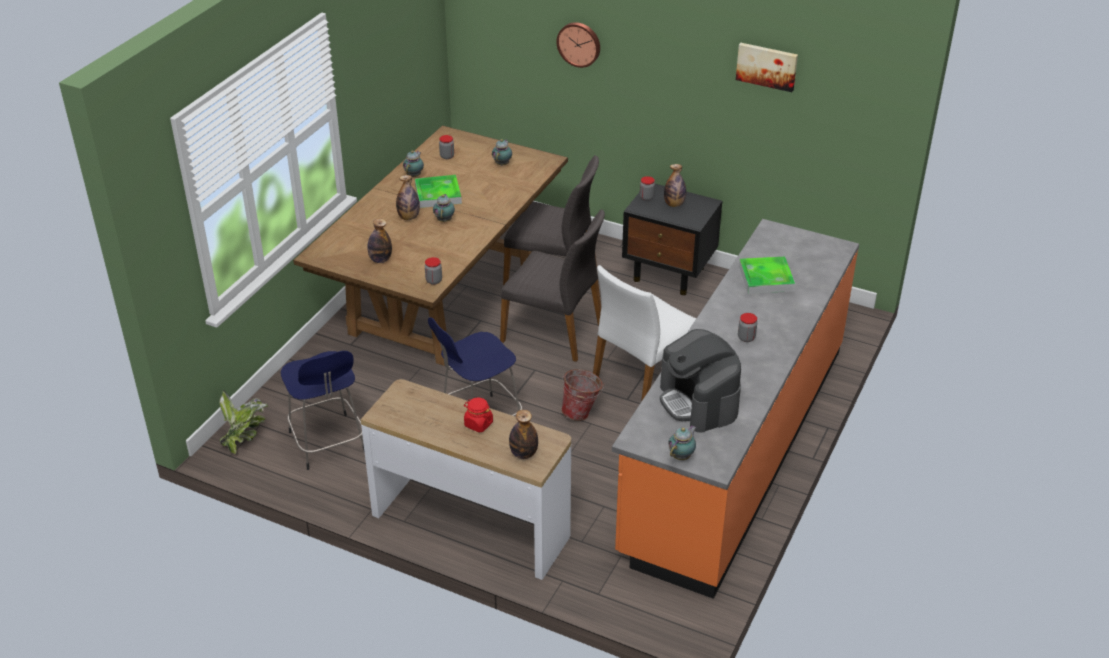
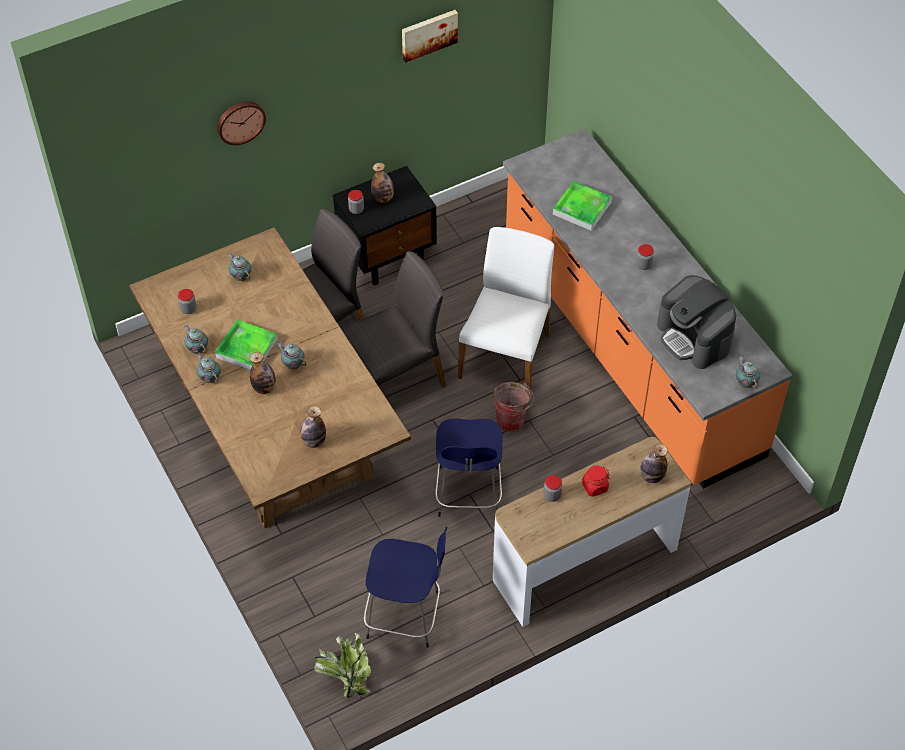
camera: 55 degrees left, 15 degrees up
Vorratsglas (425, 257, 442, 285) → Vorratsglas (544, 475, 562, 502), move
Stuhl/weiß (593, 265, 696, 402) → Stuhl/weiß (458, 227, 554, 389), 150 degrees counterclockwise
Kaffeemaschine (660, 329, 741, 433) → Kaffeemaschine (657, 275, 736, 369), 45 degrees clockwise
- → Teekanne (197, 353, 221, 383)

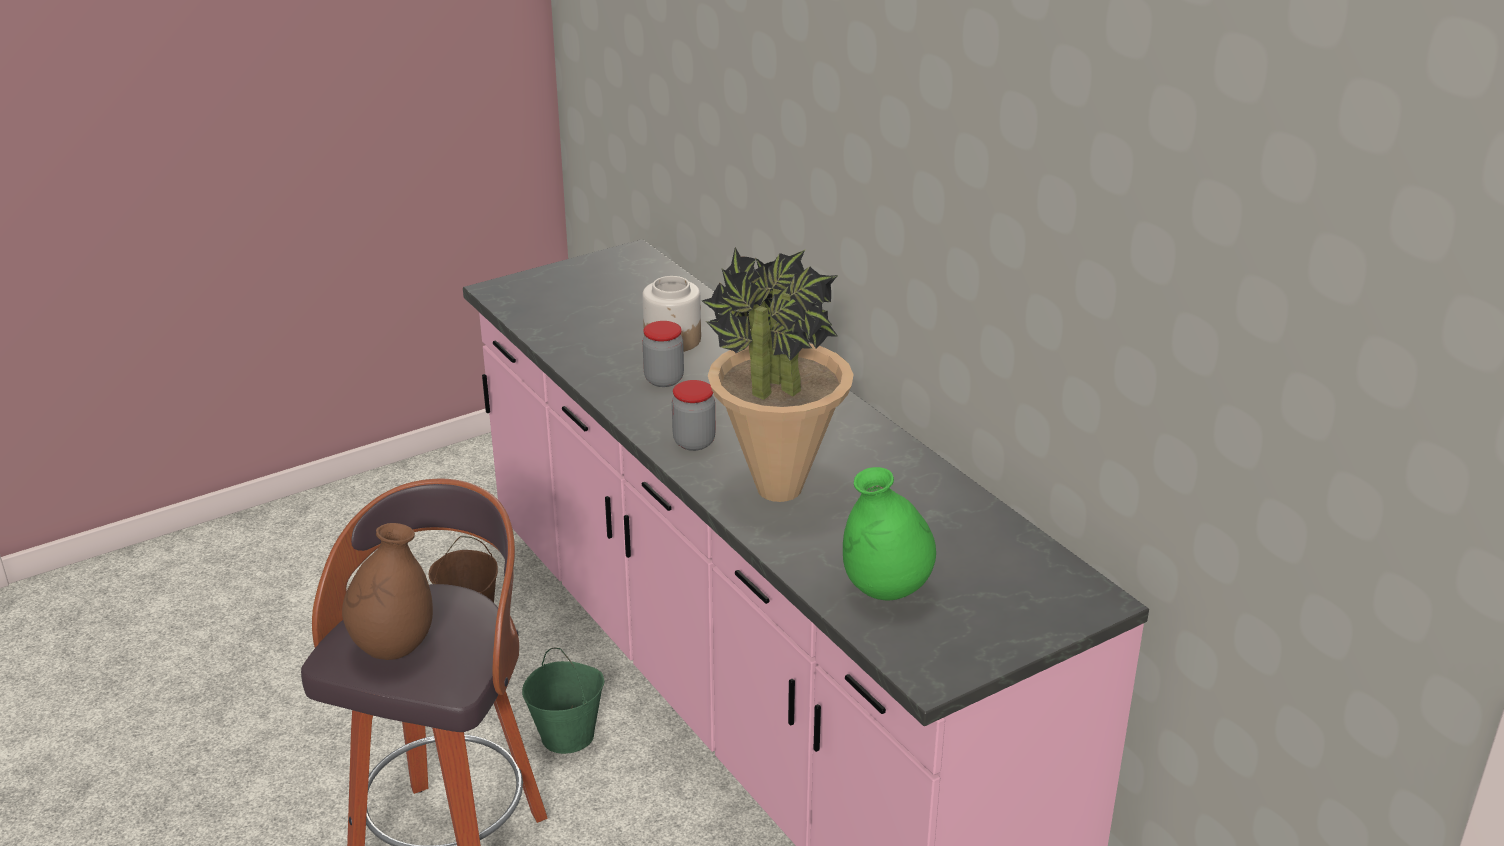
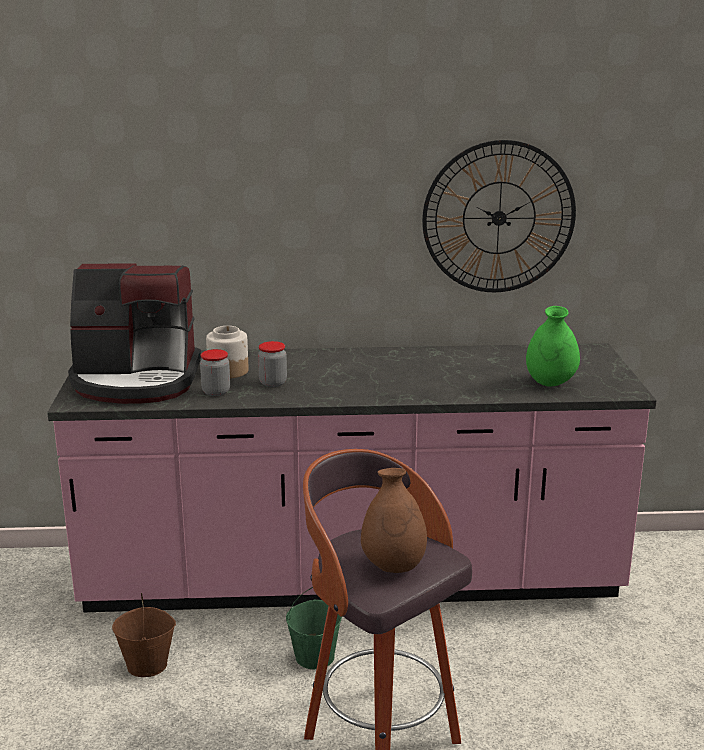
camera: 60 degrees left, 10 degrees down
Topfpflanze (702, 247, 854, 502) → -
Vorratsglas (672, 380, 716, 451) → Vorratsglas (200, 349, 230, 396), move
- → Wanduhr (422, 140, 576, 292)
- → Kaffeemaschine (68, 264, 201, 404)

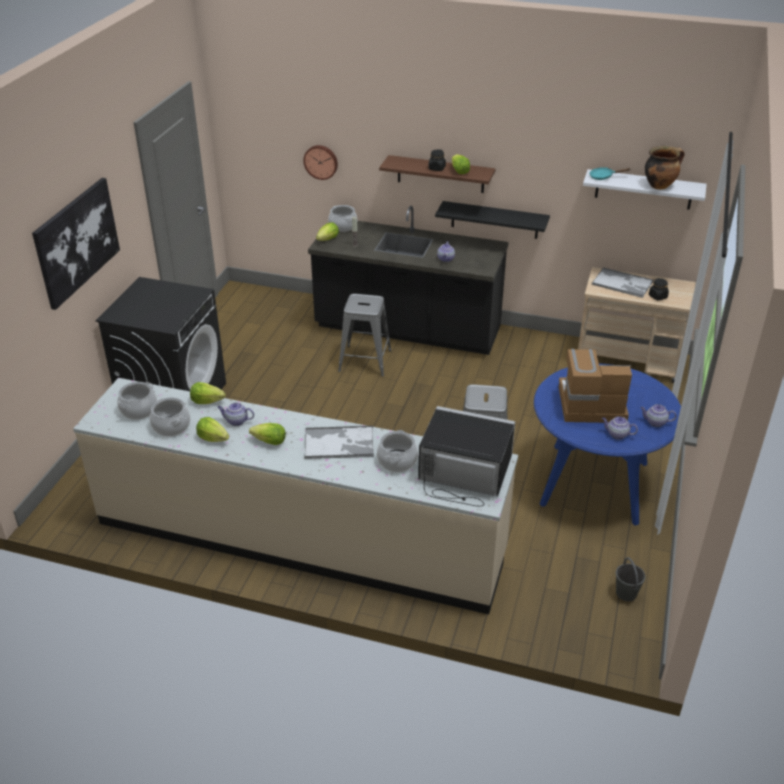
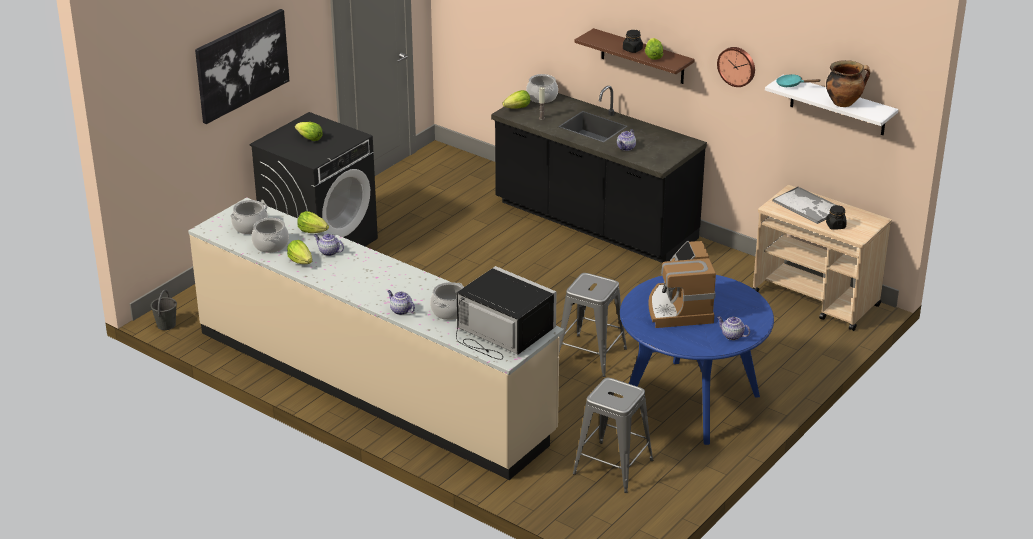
camera: 20 degrees right, 5 degrees down
Wanduhr (303, 145, 338, 180) → Wanduhr (717, 47, 755, 87), move
Wandregal/schwarz (435, 201, 550, 239) → -
Hocker/grau (338, 294, 391, 377) → Hocker/grau (573, 378, 653, 493), move
Kaffeemaschine (559, 349, 632, 423) → Kaffeemaschine (648, 241, 716, 328), 120 degrees counterclockwise
Teekanne (602, 416, 638, 439) → Teekanne (388, 290, 415, 315), move
Salatkopf (249, 423, 286, 445) → Salatkopf (295, 122, 323, 141), move
Tablett (304, 426, 374, 459) → -
Eimer/grau (616, 557, 646, 601) → Eimer/grau (151, 290, 177, 330), move

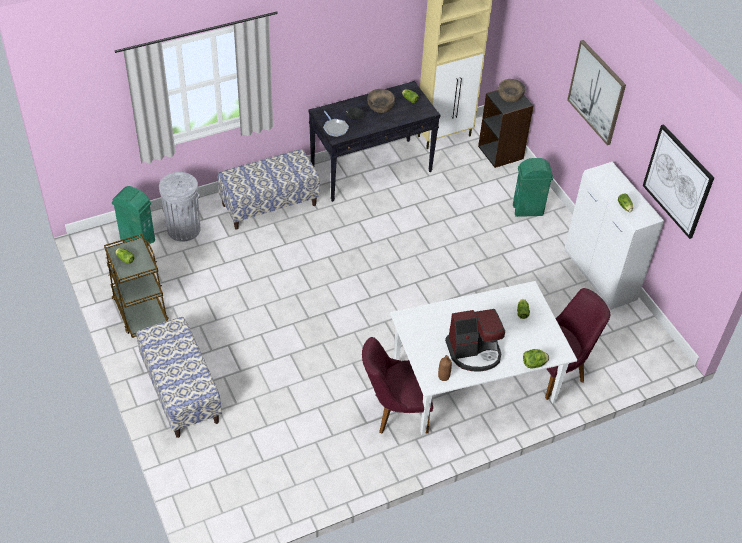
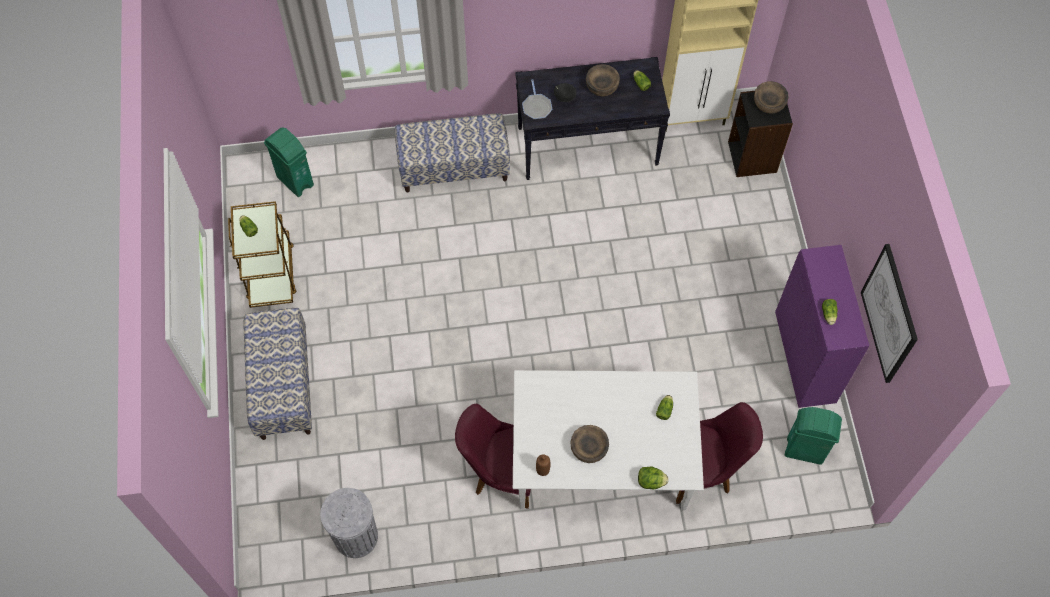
camera: 20 degrees right, 15 degrees up
Bild (567, 40, 626, 145) → -
Mülleimer/grün (513, 158, 553, 217) → Mülleimer/grün (785, 407, 842, 465), move
Schrank/weiß (565, 162, 664, 309) → Schrank/lila (775, 245, 869, 408)
Mülleimer/grau (159, 172, 201, 242) → Mülleimer/grau (320, 488, 378, 558), move
Kaffeemaschine (445, 309, 505, 372) → Schüssel/braun (570, 425, 609, 463)

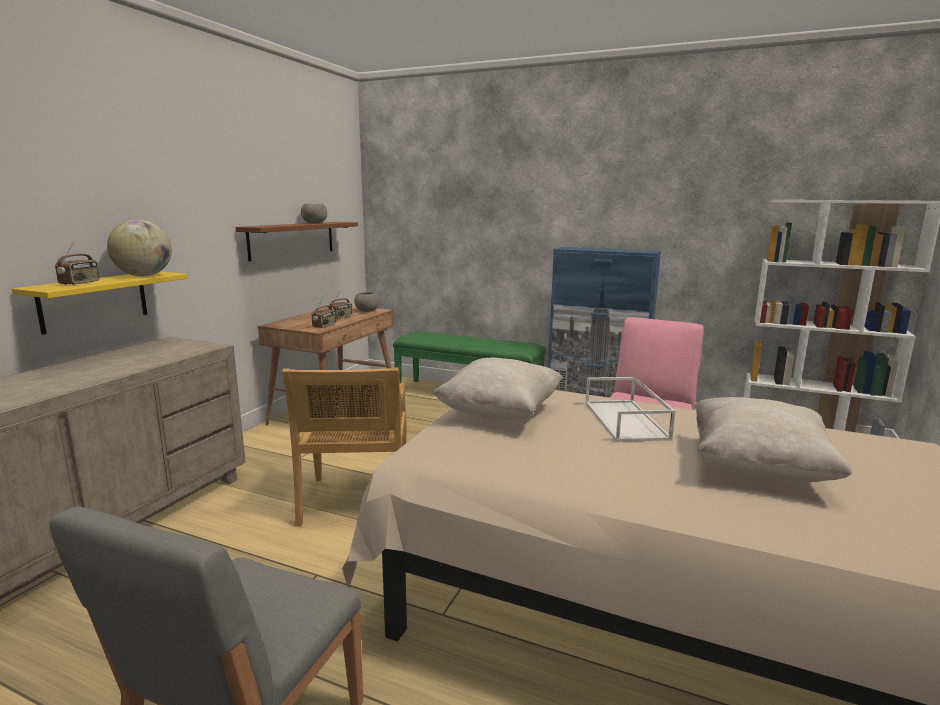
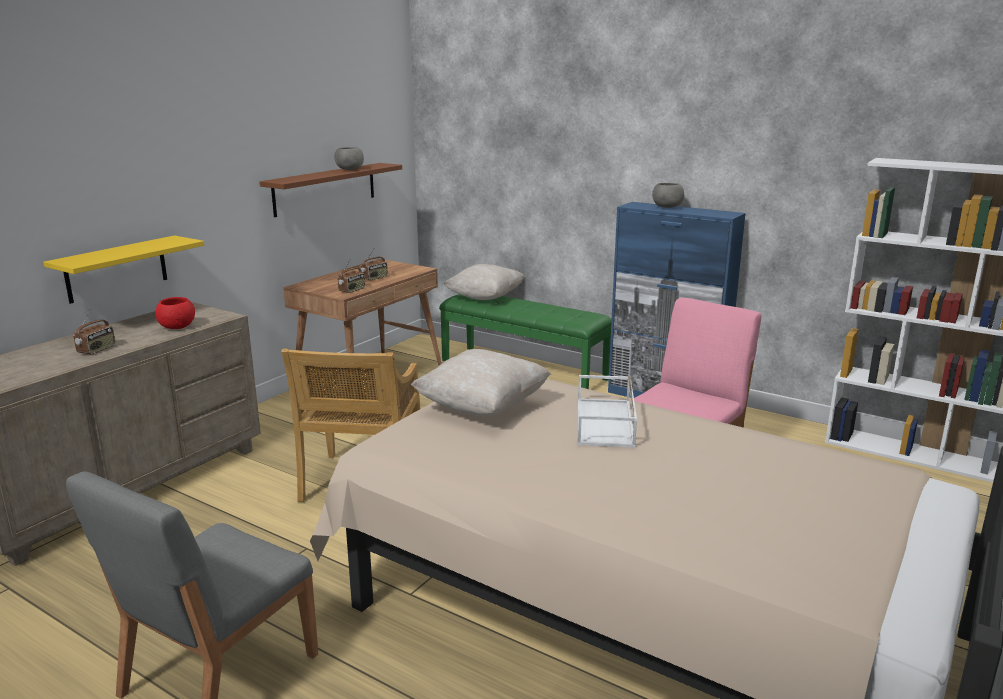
camera: 10 degrees right, 5 degrees up
Globus (107, 219, 172, 276) → -
Radio (55, 242, 100, 285) → Radio (73, 309, 115, 355), move
Schüssel/grau (354, 292, 379, 312) → Schüssel/grau (652, 183, 684, 208), move
Kissen/beige (695, 397, 852, 482) → Kissen/beige (444, 264, 526, 300), move
- → Schüssel/rot (155, 297, 195, 329)

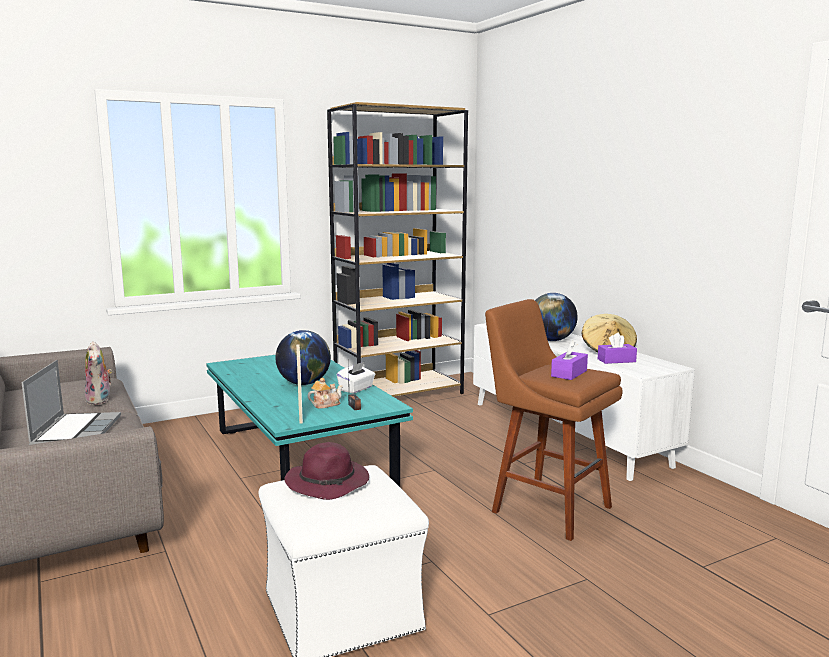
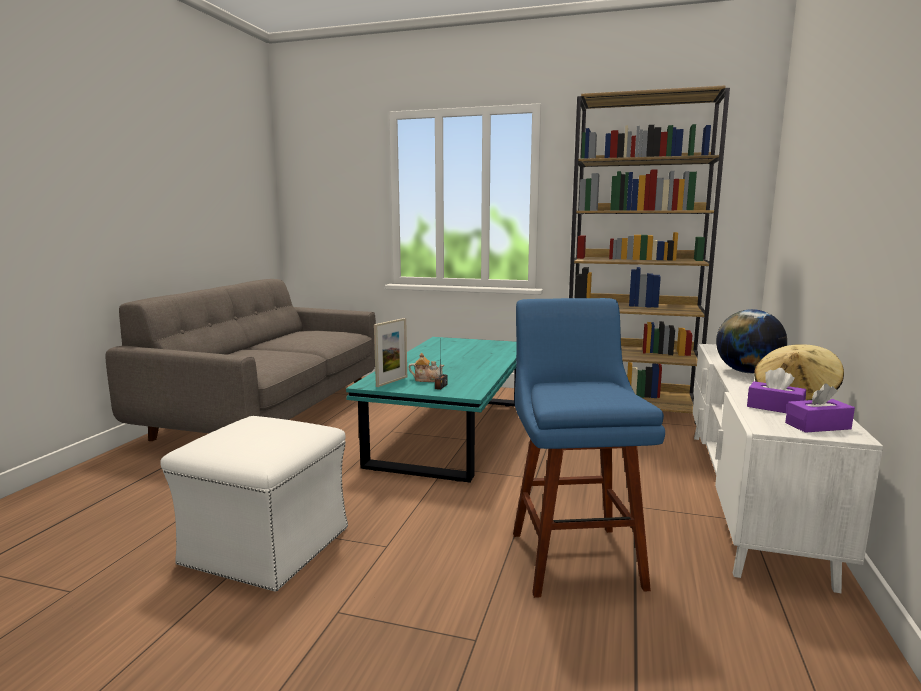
camera: 45 degrees right, 0 degrees up
Hocker/braun (485, 299, 623, 541) → Hocker/blau (513, 298, 665, 598)
Globus (275, 330, 331, 385) → -
Taschentuchbox/lila (551, 340, 588, 380) → Taschentuchbox/lila (785, 383, 855, 433), move
Plüschtier (85, 341, 112, 405) → -
Laptop (21, 360, 121, 445) → -
Taschentuchbox/weiß (337, 362, 375, 394) → -
Hut/lila (284, 442, 369, 500) → -

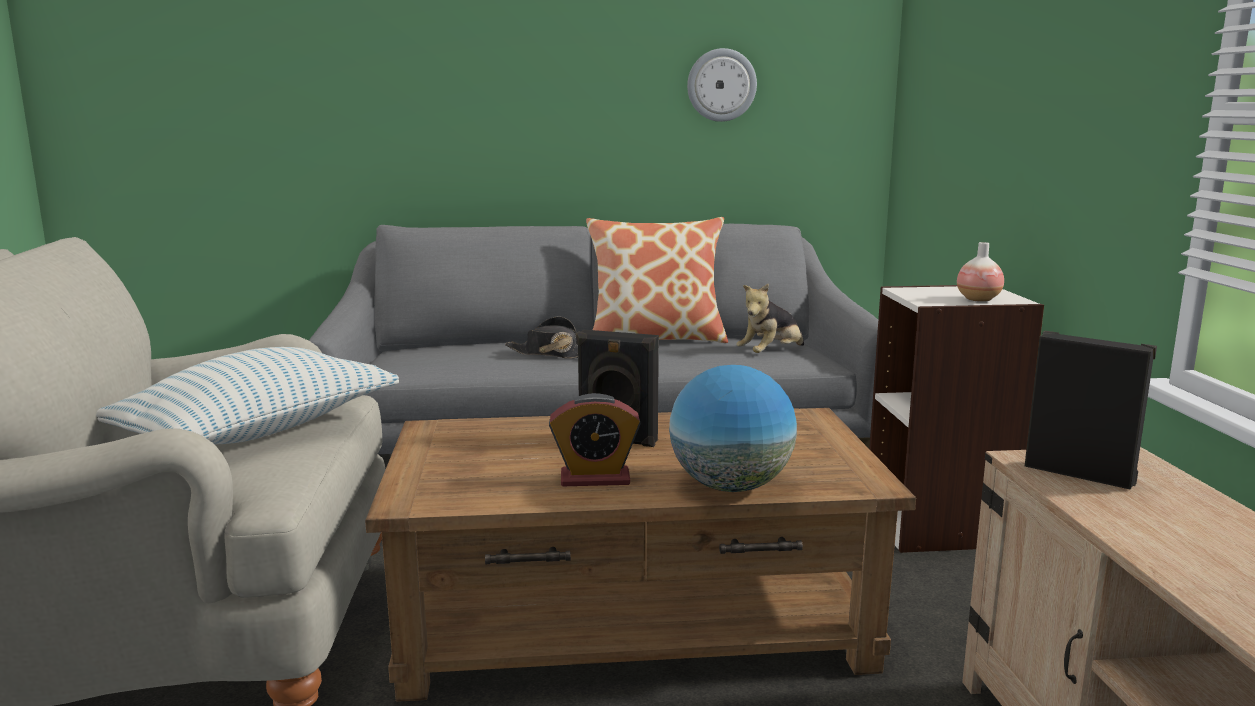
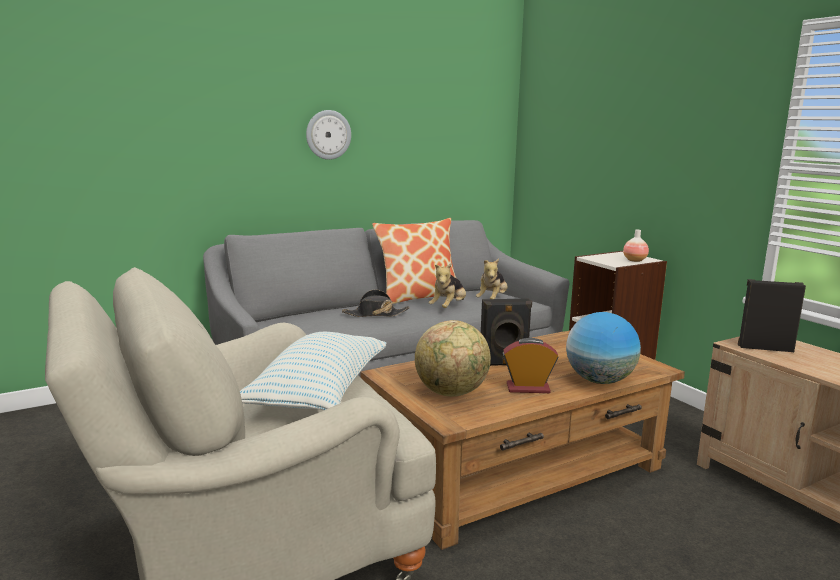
camera: 25 degrees left, 0 degrees up
Wanduhr (687, 48, 757, 122) → Wanduhr (306, 110, 351, 160), move
Wecker (549, 393, 641, 486) → Wecker (503, 338, 558, 393), 150 degrees counterclockwise
- → Plüschtier (429, 263, 466, 308)
- → Globus (415, 320, 491, 397)

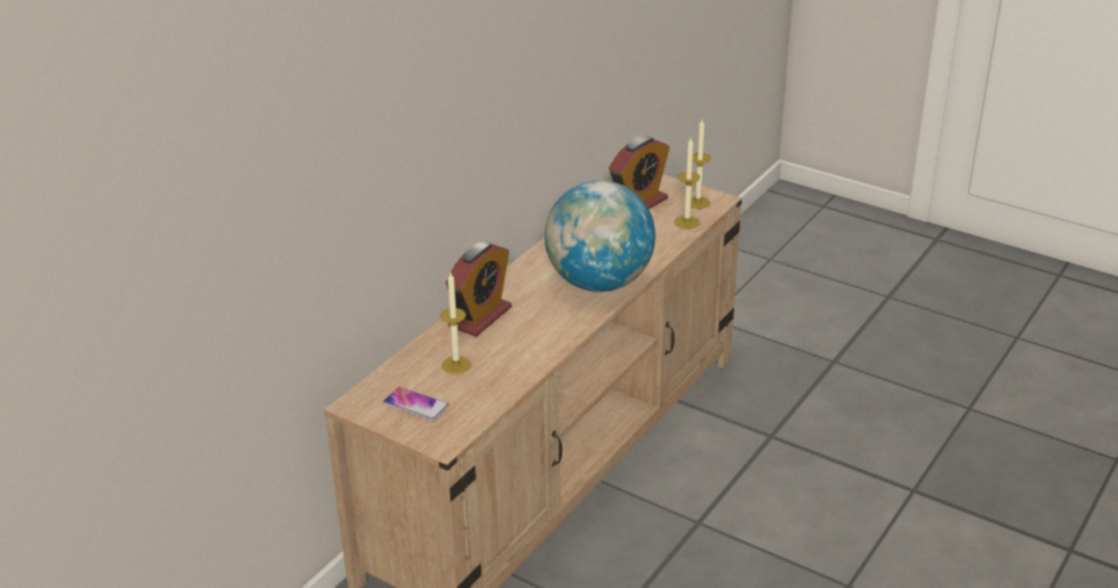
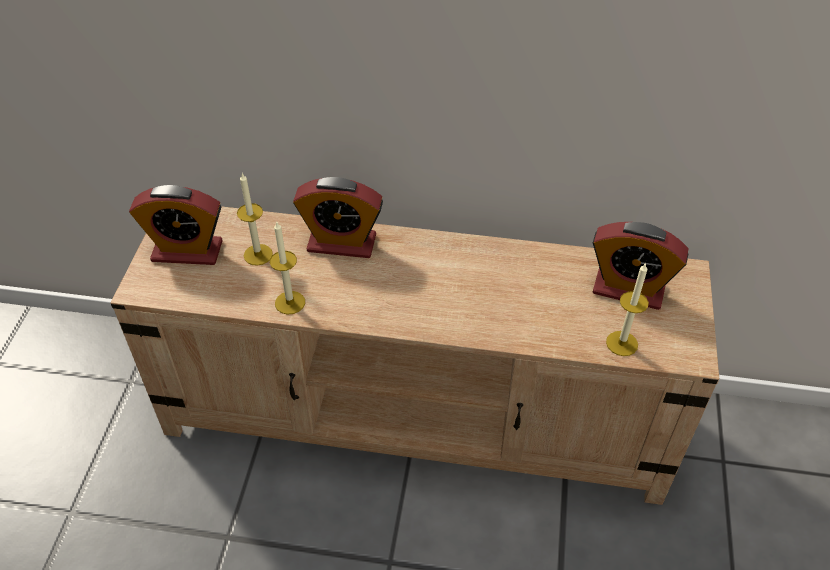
camera: 65 degrees right, 15 degrees up
Kerze (691, 120, 711, 209) → Kerze (270, 221, 305, 314), move
Globus (545, 180, 655, 292) → -
Handy (383, 387, 449, 421) → Wecker (129, 185, 223, 265)

